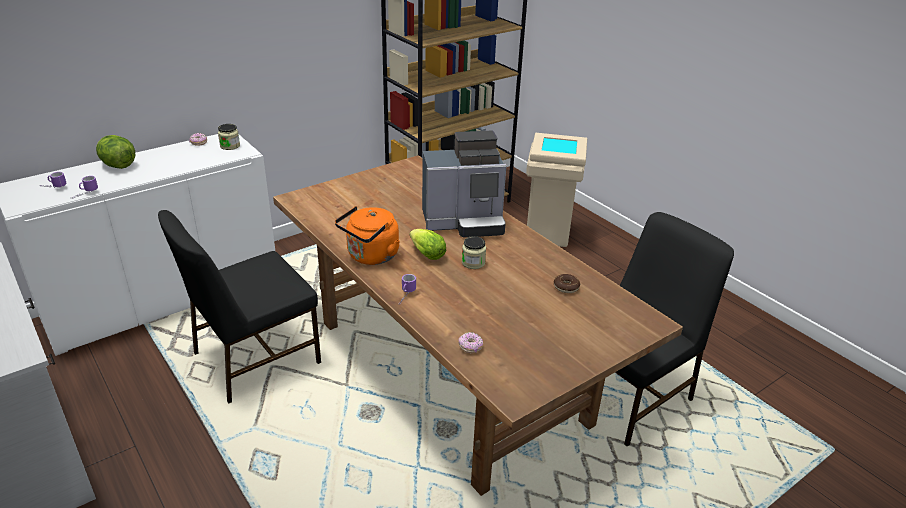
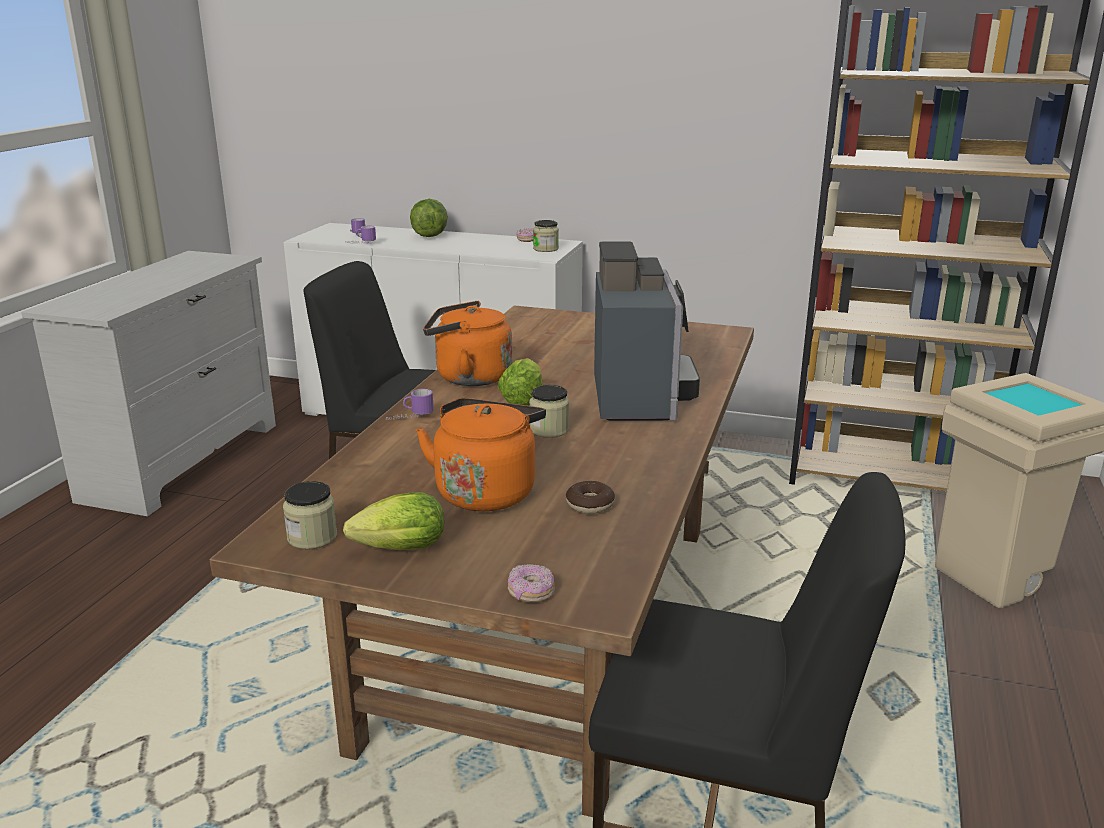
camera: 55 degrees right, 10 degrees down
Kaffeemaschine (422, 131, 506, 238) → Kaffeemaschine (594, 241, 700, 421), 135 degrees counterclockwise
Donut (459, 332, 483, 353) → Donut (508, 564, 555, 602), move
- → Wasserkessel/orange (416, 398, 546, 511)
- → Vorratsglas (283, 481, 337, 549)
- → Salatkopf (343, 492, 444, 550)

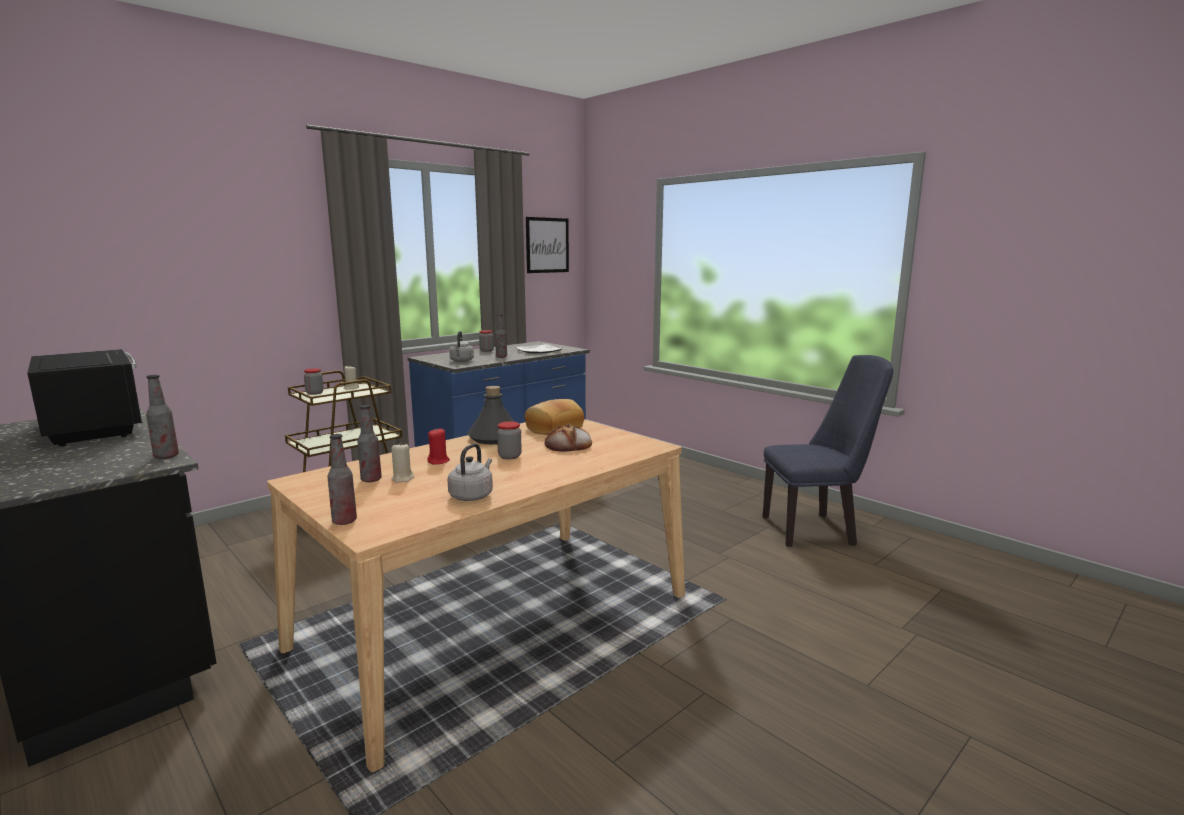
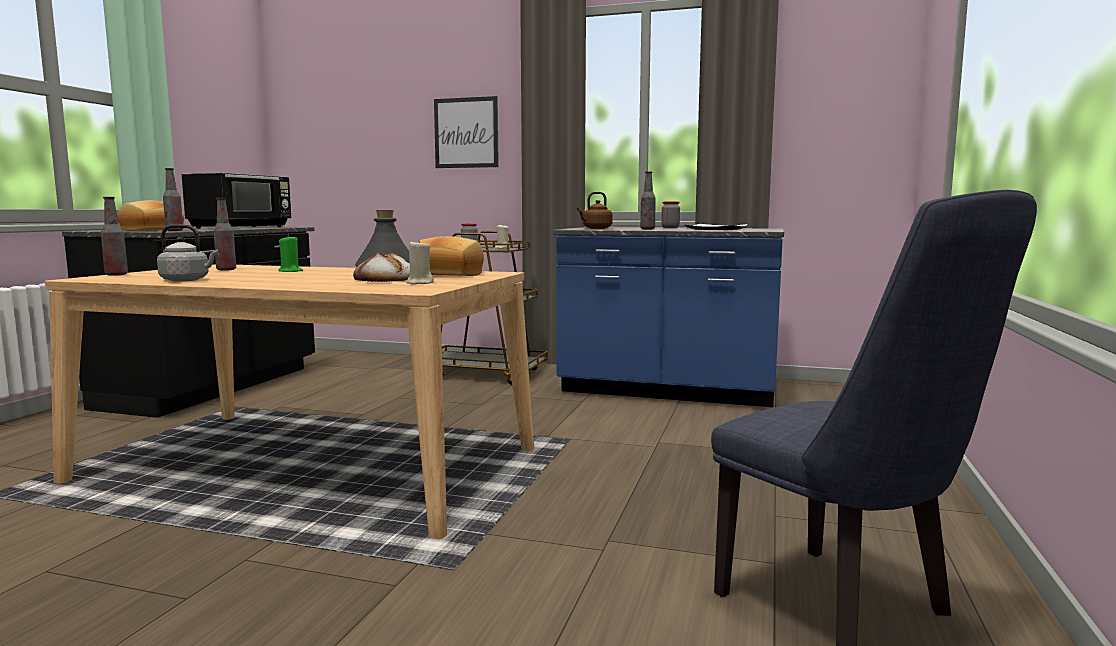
camera: 60 degrees right, 5 degrees down
Bild (526, 217, 569, 273) → Bild (434, 96, 499, 168), move
Wasserkessel/grau (449, 331, 474, 362) → Wasserkessel/braun (577, 192, 613, 229)
Vorratsglas (497, 421, 522, 460) → -
Kerze/rot (427, 428, 450, 464) → Kerze/grün (278, 235, 303, 272)
Kerze/beige (391, 443, 414, 482) → Kerze/beige (406, 241, 434, 285), move
- → Brot (117, 200, 184, 231)

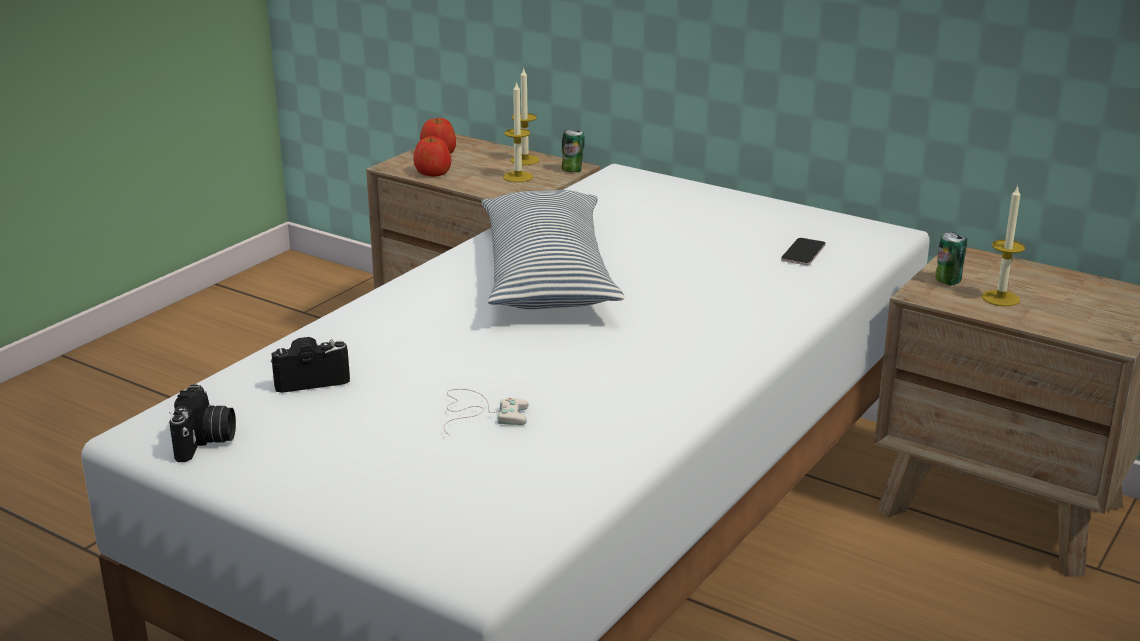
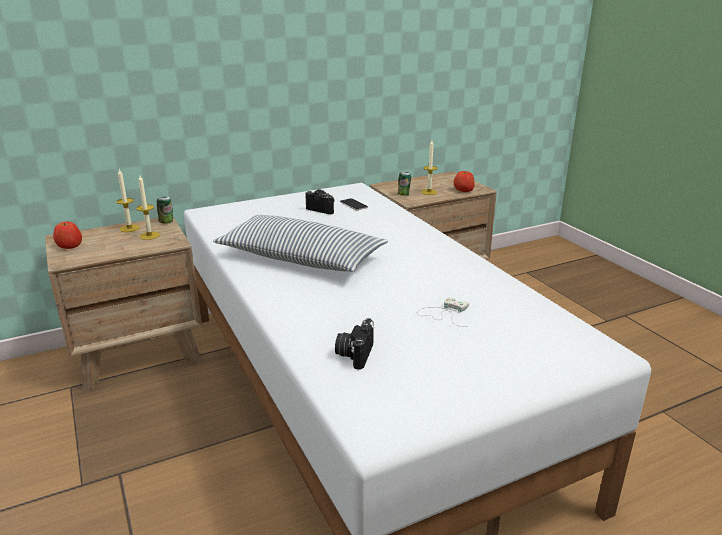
camera: 60 degrees left, 0 degrees up
Apfel (413, 136, 452, 177) → Apfel (454, 171, 474, 192), move
Kamera (169, 384, 236, 462) → Kamera (305, 189, 335, 214), move

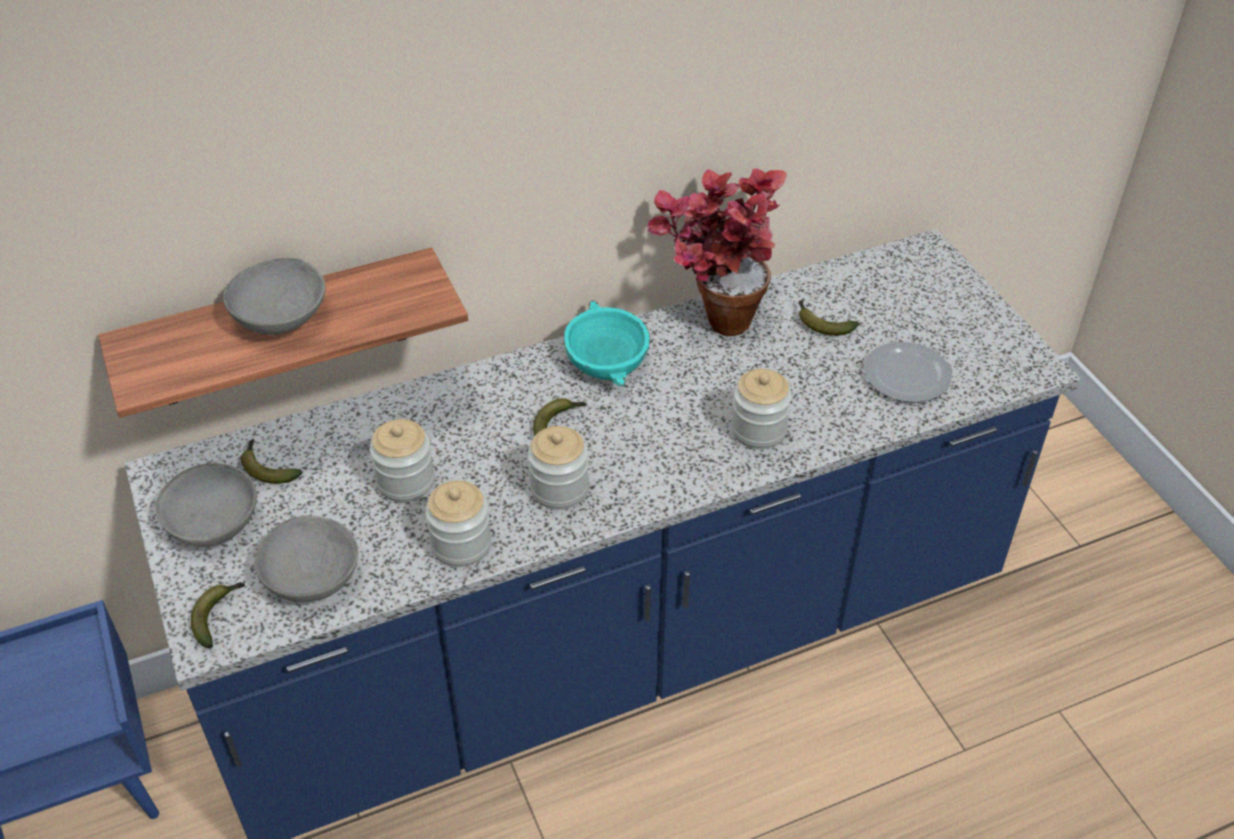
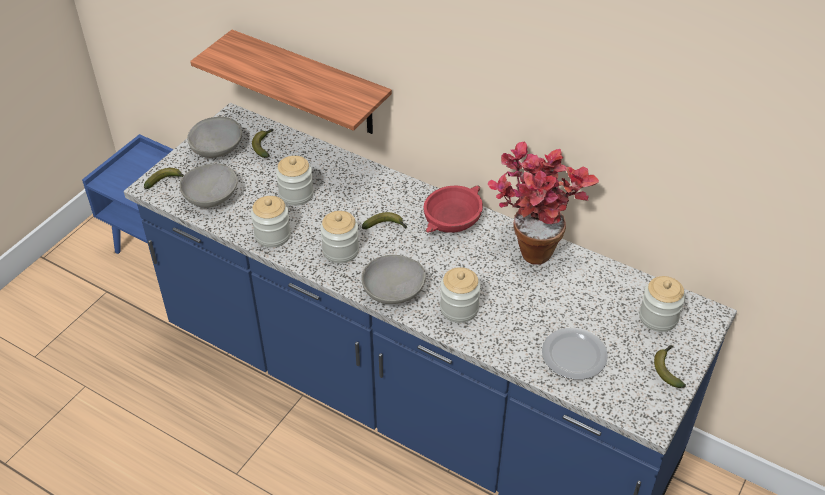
camera: 55 degrees right, 0 degrees up
Schüssel/grau (223, 258, 325, 335) → Schüssel/grau (361, 255, 426, 304), move
Schüssel/türkis (564, 300, 650, 386) → Schüssel/rot (424, 185, 483, 233)
Banane (798, 300, 859, 336) → Banane (654, 345, 686, 388), move
- → Vorratsglas (639, 276, 685, 332)

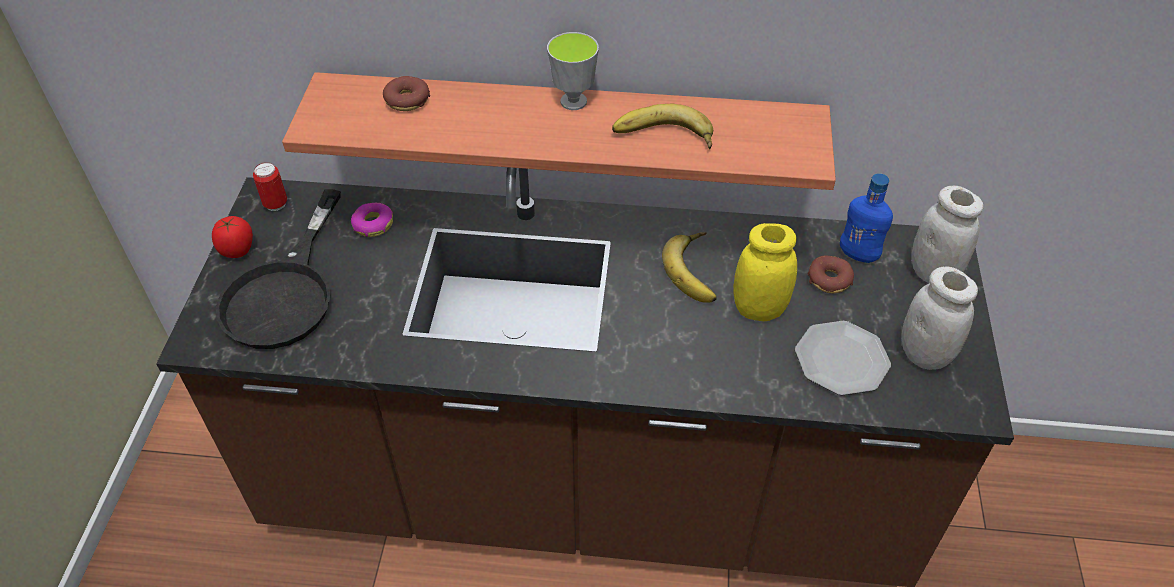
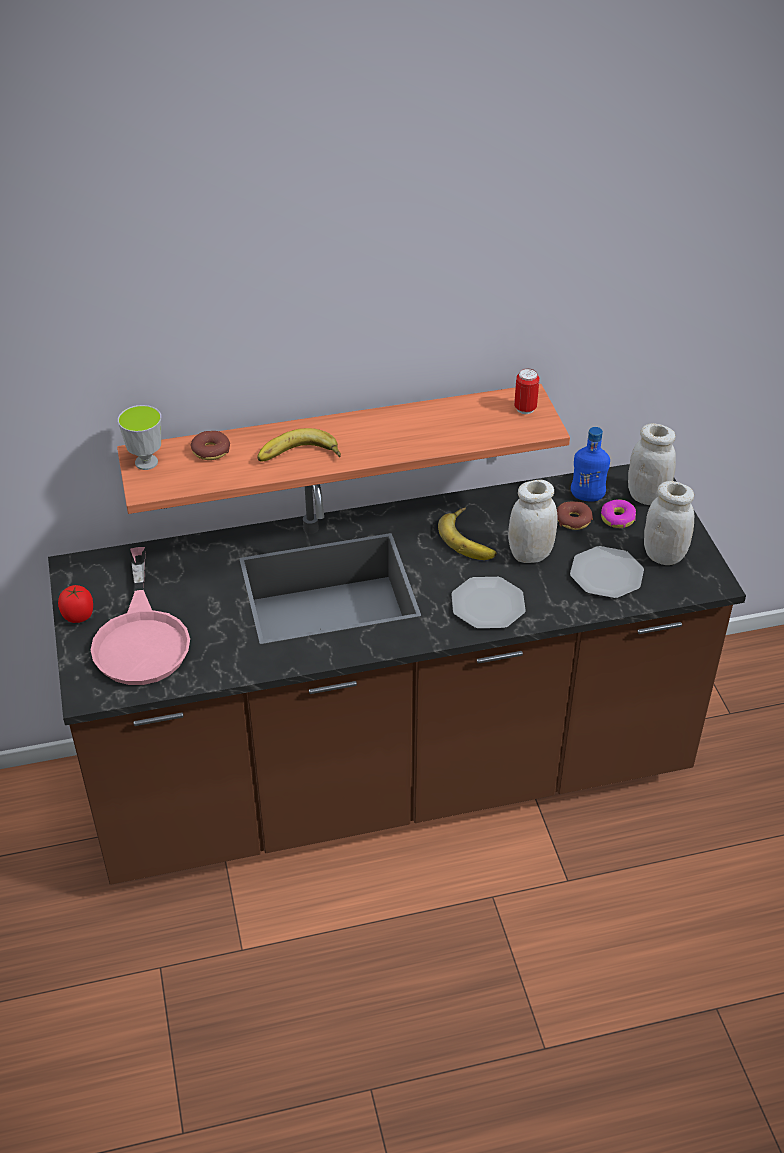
camera: 20 degrees left, 5 degrees down
Tasse (547, 32, 599, 110) → Tasse (118, 405, 161, 470), move
Banane (612, 104, 713, 149) → Banane (257, 428, 341, 461), move
Dose (253, 162, 287, 211) → Dose (514, 369, 539, 414), move
Pfanne/schwarz (216, 189, 341, 349) → Pfanne/rosa (91, 547, 190, 685)
Donut (351, 203, 393, 237) → Donut (601, 499, 636, 528), move
Vorratsglas/gelb (733, 223, 797, 321) → Vorratsglas/weiß (508, 480, 558, 563)
- → Teller (451, 577, 526, 629)

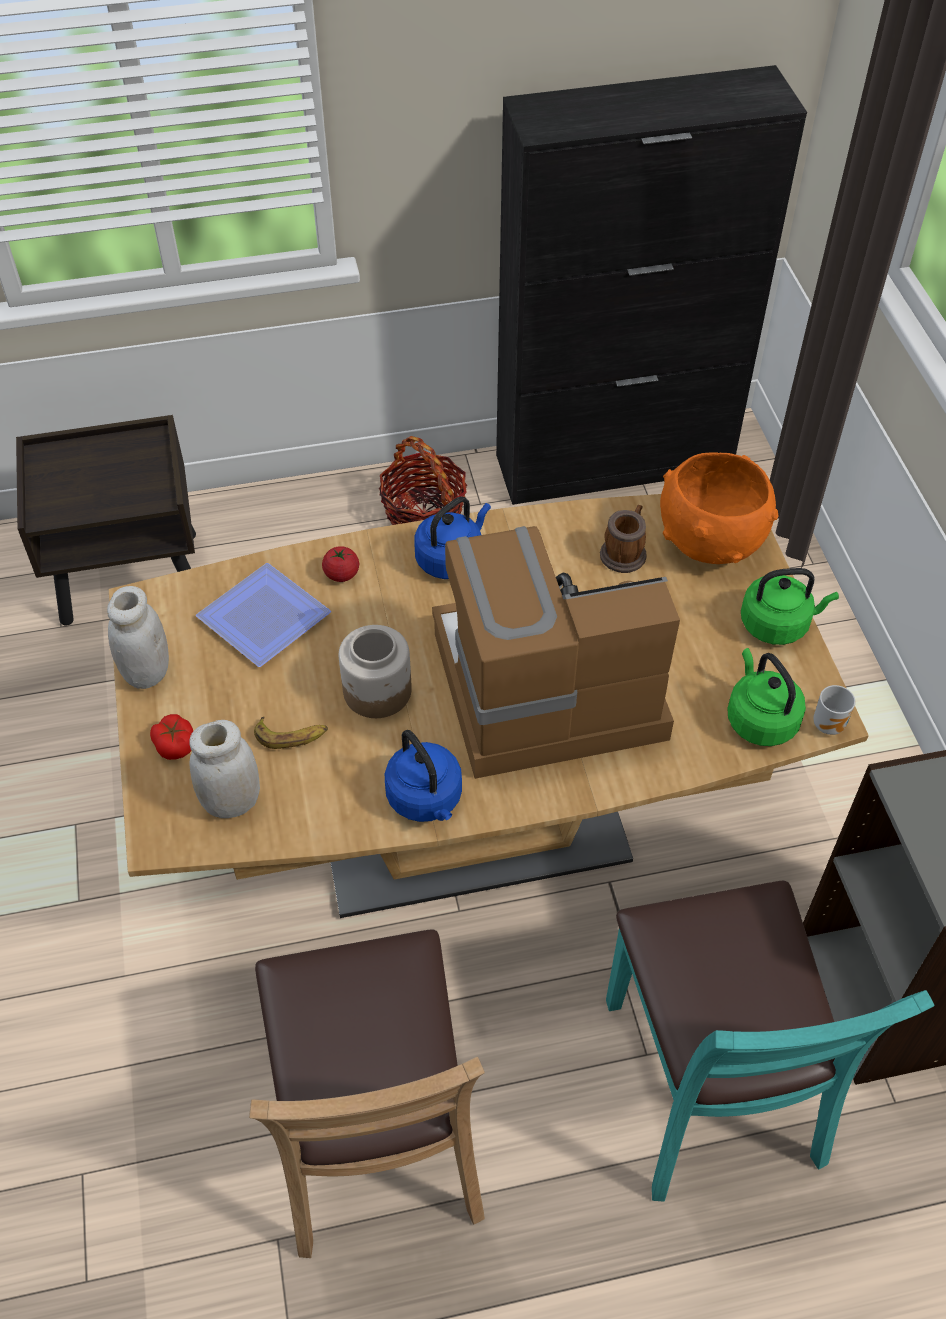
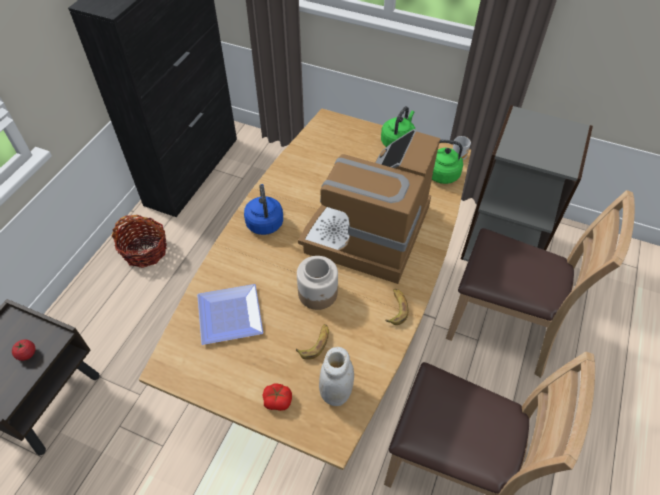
camera: 55 degrees left, 0 degrees up
Schüssel/orange (660, 452, 778, 564) → -
Henkelbecher (600, 505, 647, 573) → -
Tomate (322, 546, 359, 582) → Tomate (12, 340, 36, 361), move
Vorratsglas/weiß (107, 586, 169, 689) → -
Wasserkessel/blau (385, 730, 462, 822) → Banane (385, 289, 408, 325)
Stuhl/türkis (606, 881, 935, 1202) → Stuhl/braun (446, 190, 635, 378)

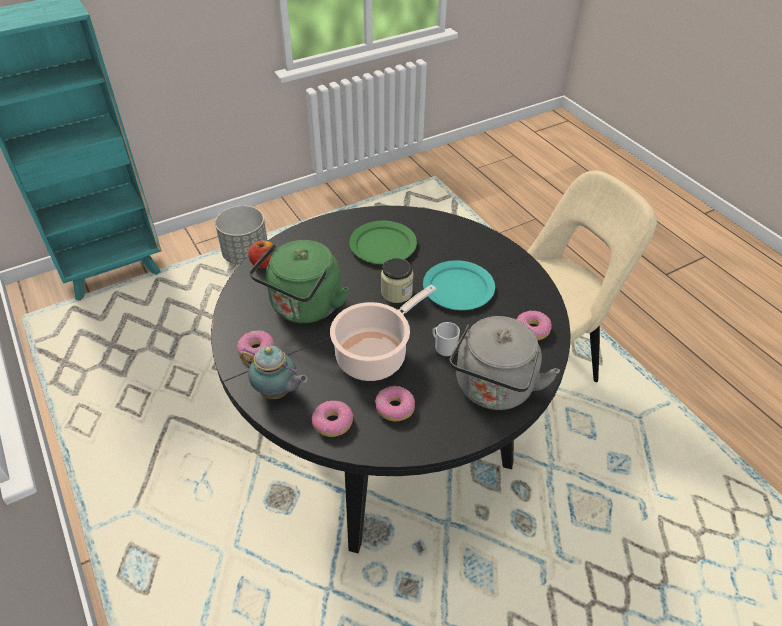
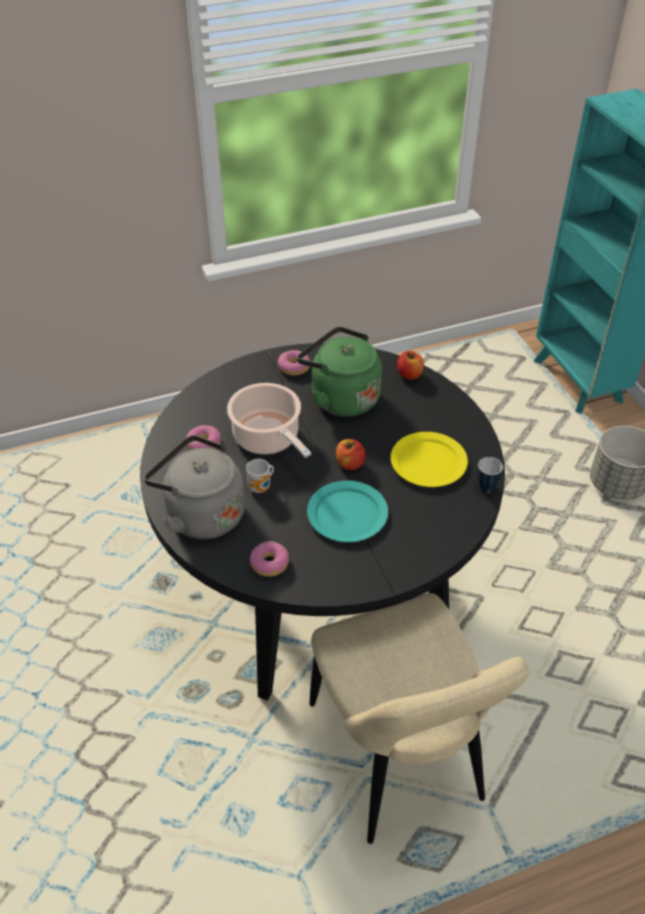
camera: 100 degrees right, 0 degrees up
Teller/grün (349, 221, 417, 264) → Teller/gelb (391, 432, 468, 487)
Vorratsglas (381, 258, 414, 303) → Apfel (336, 439, 366, 470)
Teekanne (240, 345, 308, 399) → -
Donut (312, 401, 353, 437) → -
- → Henkelbecher (477, 457, 503, 494)

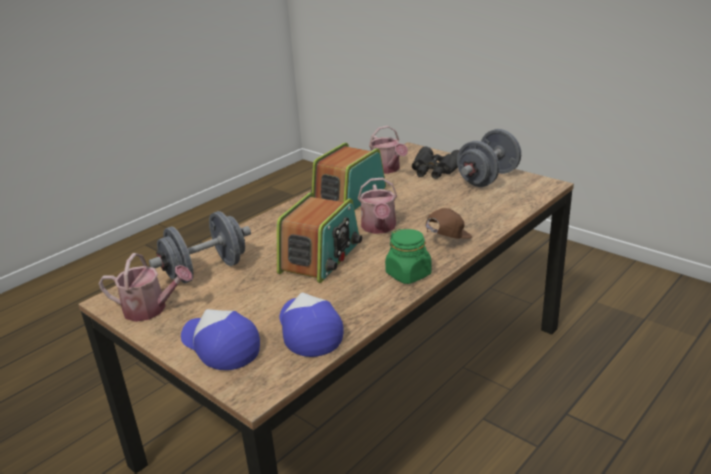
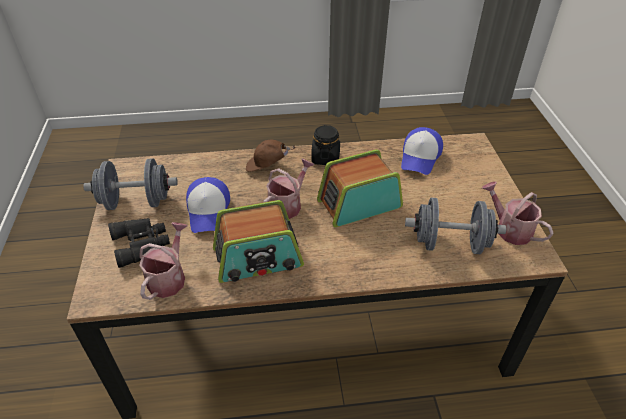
camera: 140 degrees left, 15 degrees up
Vorratsglas/grün (385, 229, 432, 284) → Vorratsglas/schwarz (311, 125, 340, 165)
Kappe (181, 309, 260, 370) → Kappe (186, 177, 230, 233), move

